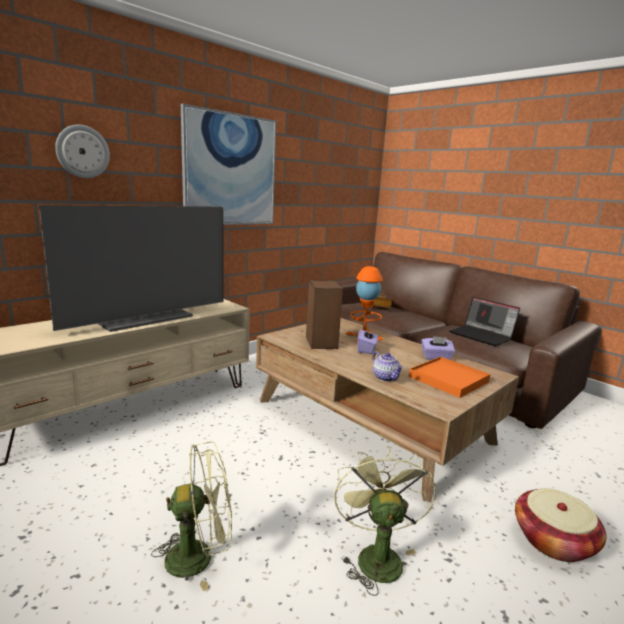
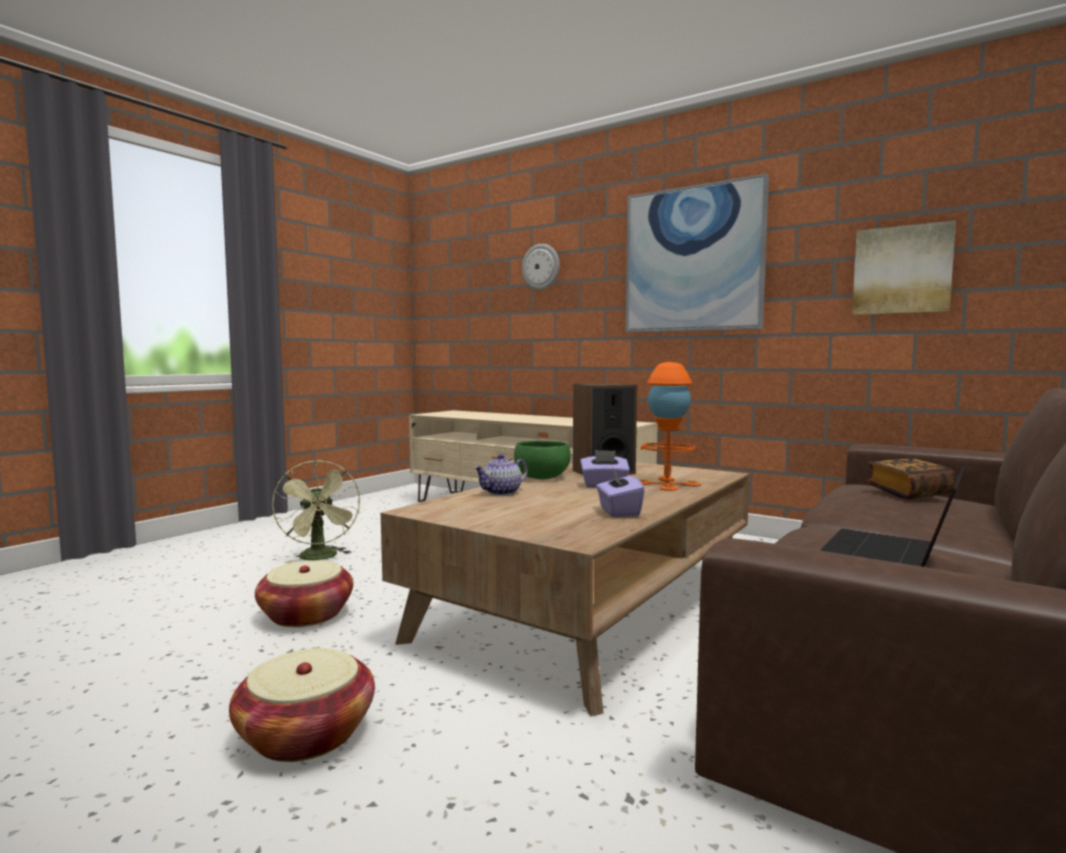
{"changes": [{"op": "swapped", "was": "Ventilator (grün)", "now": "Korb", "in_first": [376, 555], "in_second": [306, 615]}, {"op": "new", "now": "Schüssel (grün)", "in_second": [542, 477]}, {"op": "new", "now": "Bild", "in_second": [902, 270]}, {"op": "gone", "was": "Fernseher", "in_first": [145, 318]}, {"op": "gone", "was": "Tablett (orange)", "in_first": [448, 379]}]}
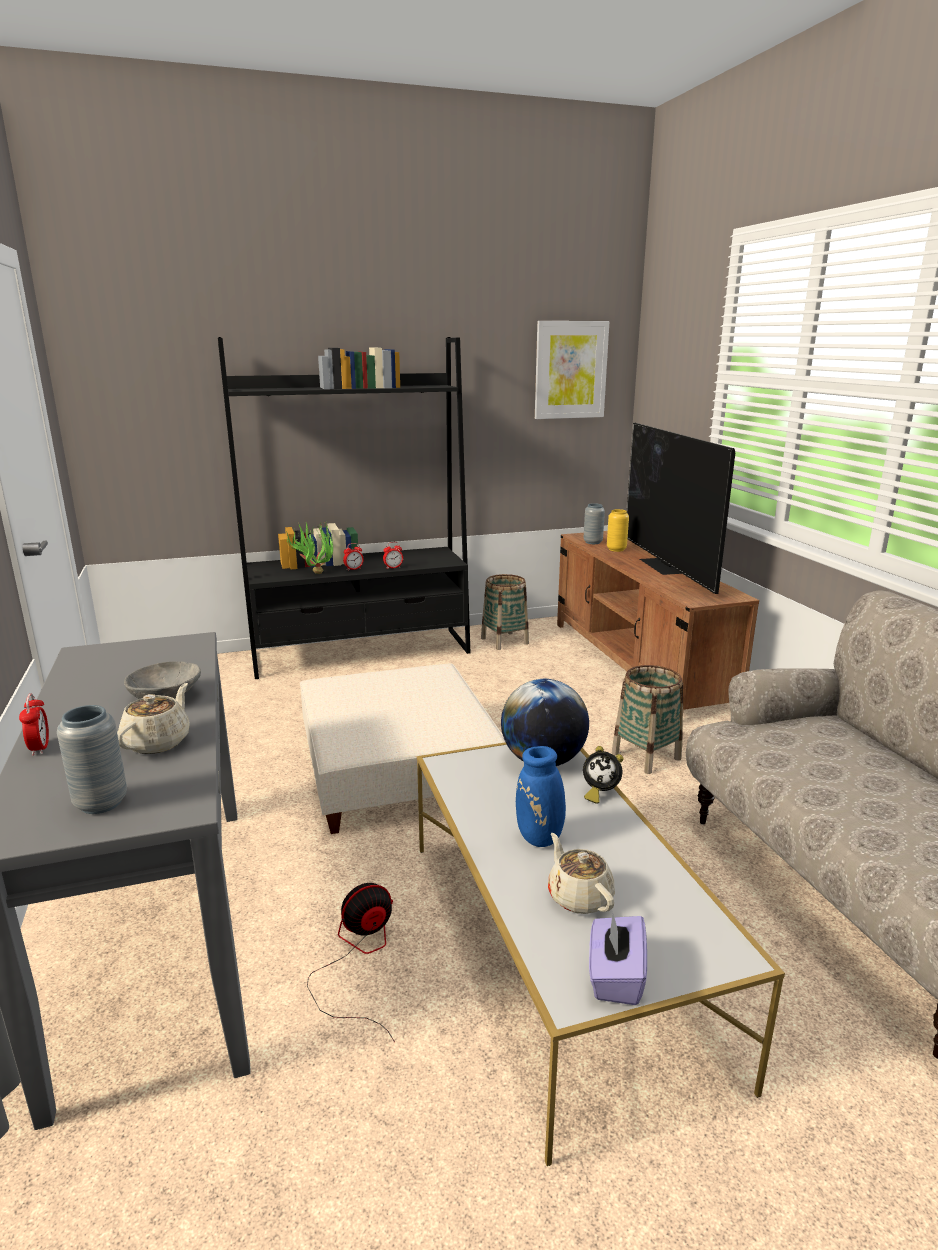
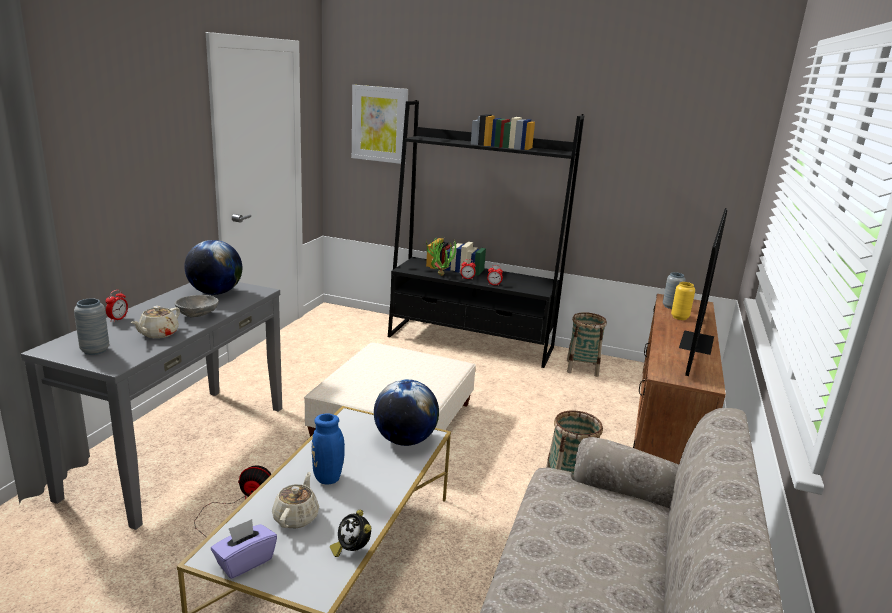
{"changes": [{"op": "rotated", "was": "Teekanne (beige)", "in_first": [158, 742], "in_second": [158, 334], "clockwise": 150}, {"op": "new", "now": "Globus", "in_second": [215, 293]}, {"op": "shifted", "was": "Wecker", "in_first": [599, 793], "in_second": [352, 550]}, {"op": "shifted", "was": "Bild", "in_first": [570, 370], "in_second": [379, 124]}]}
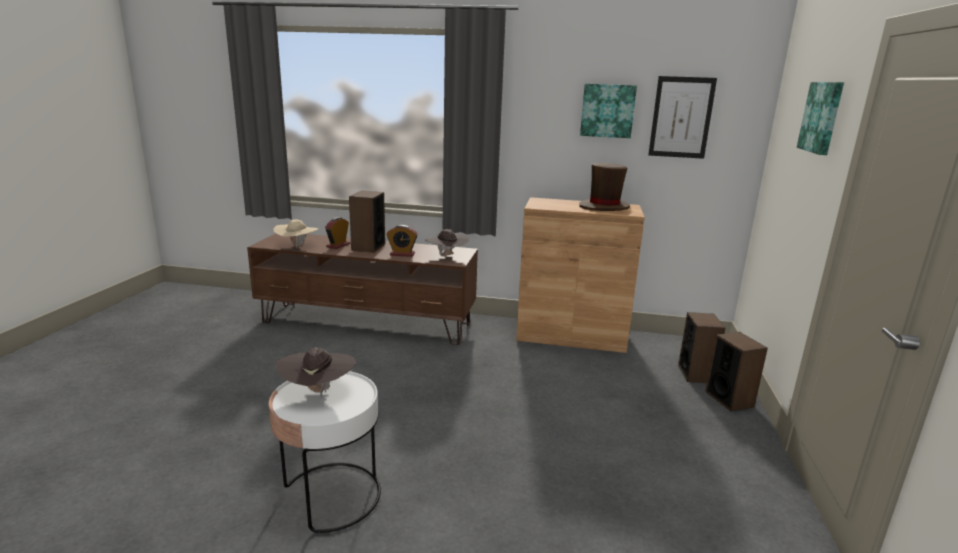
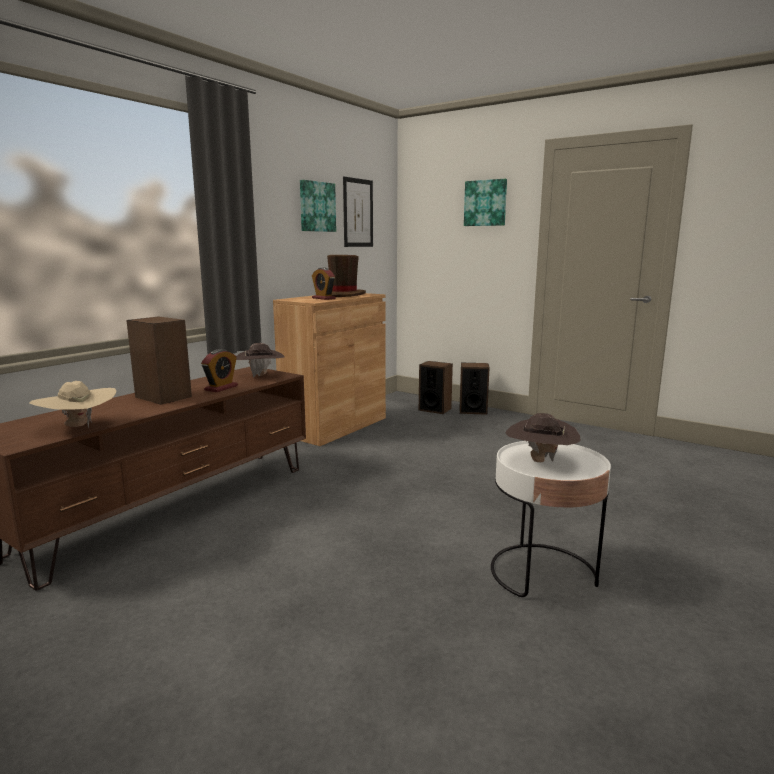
{"changes": [{"op": "shifted", "was": "Wecker", "in_first": [338, 245], "in_second": [323, 298]}]}
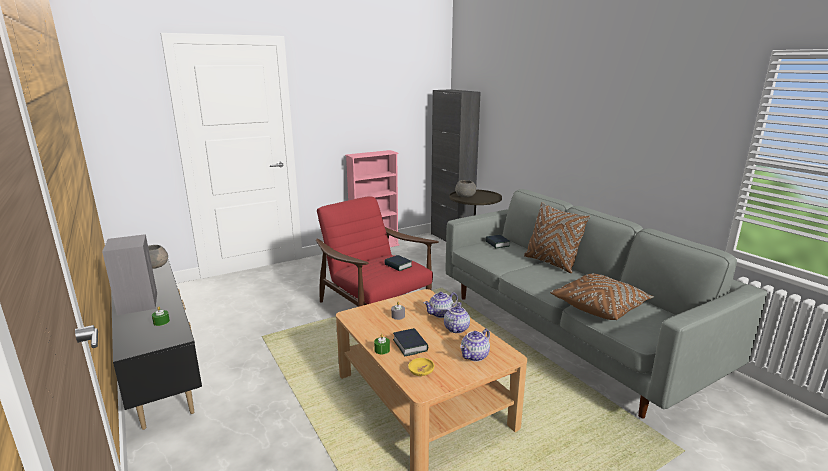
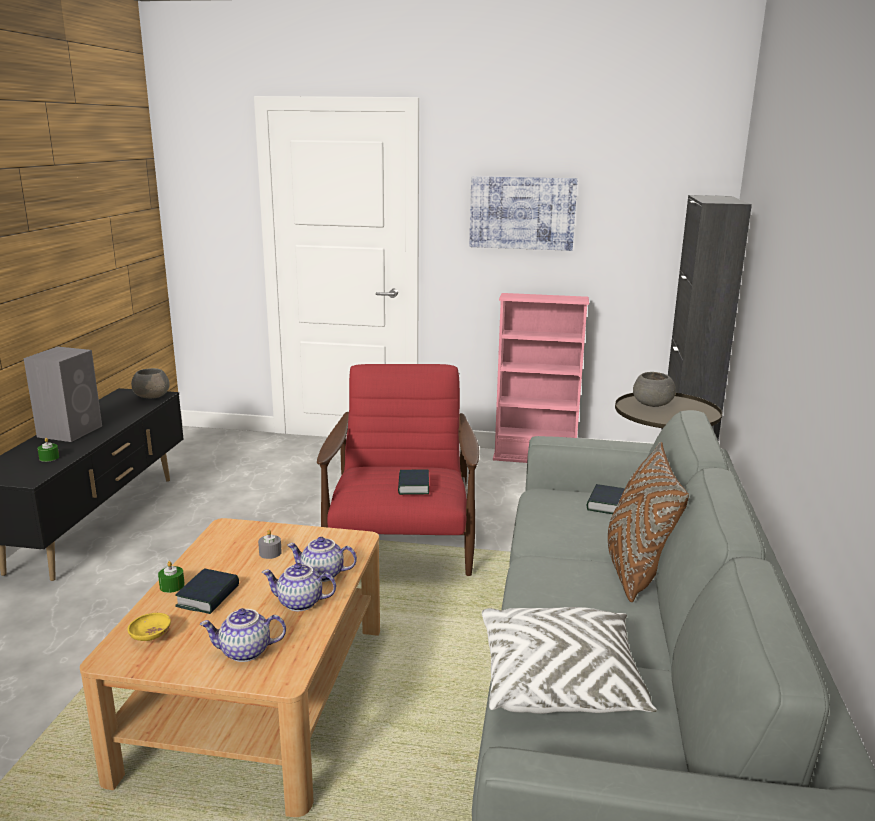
{"changes": [{"op": "rotated", "was": "Teekanne", "in_first": [455, 328], "in_second": [299, 603], "clockwise": -135}, {"op": "new", "now": "Bild", "in_second": [522, 213]}, {"op": "repainted", "was": "Kissen (braun)", "now": "Kissen (weiß)", "in_first": [600, 307], "in_second": [560, 681]}]}
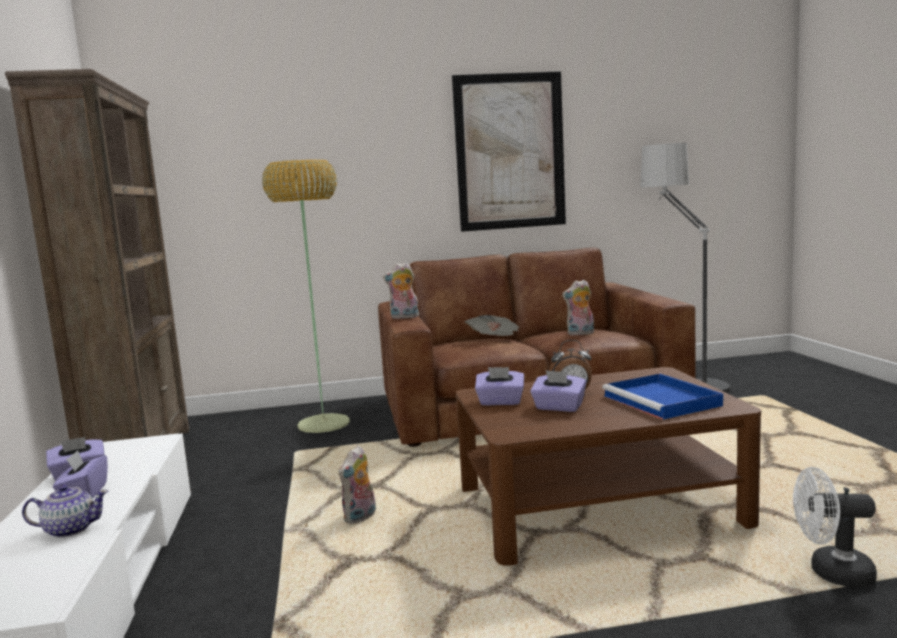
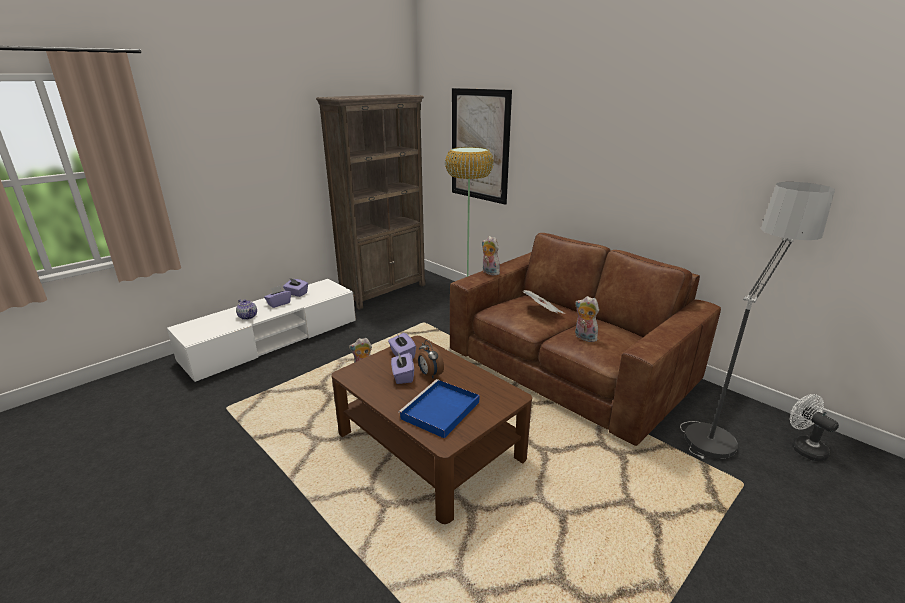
{"changes": [{"op": "shifted", "was": "Bild", "in_first": [510, 152], "in_second": [479, 146]}, {"op": "shifted", "was": "Ventilator (weiß)", "in_first": [831, 573], "in_second": [803, 447]}]}
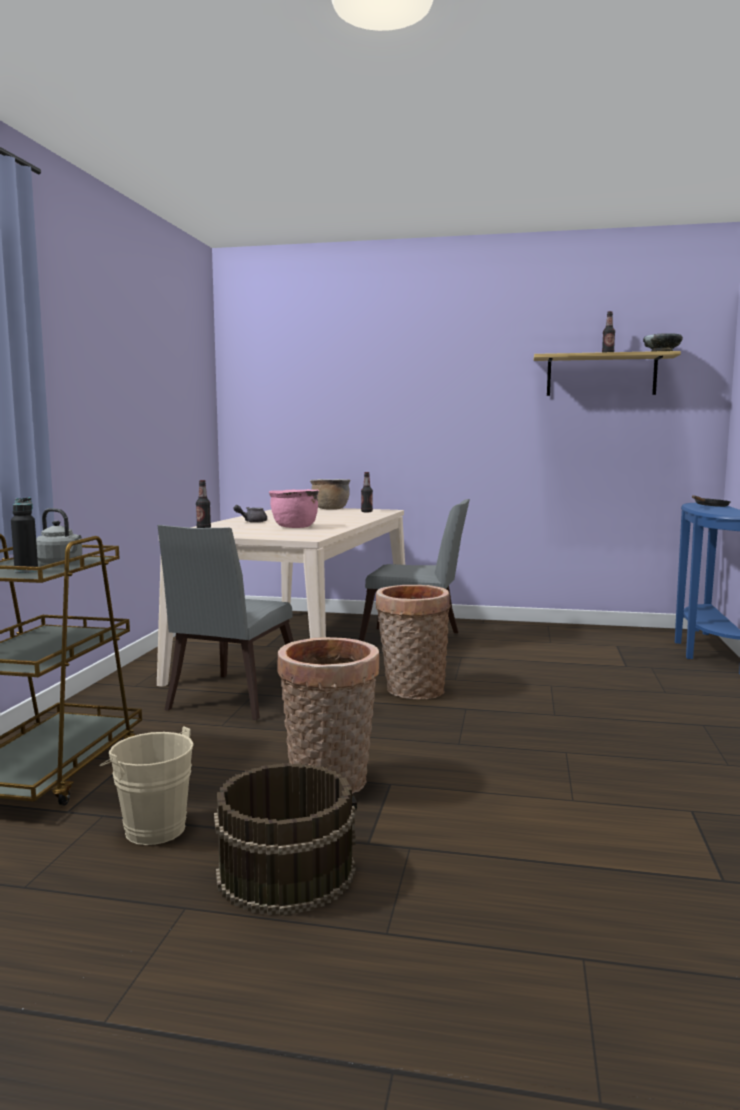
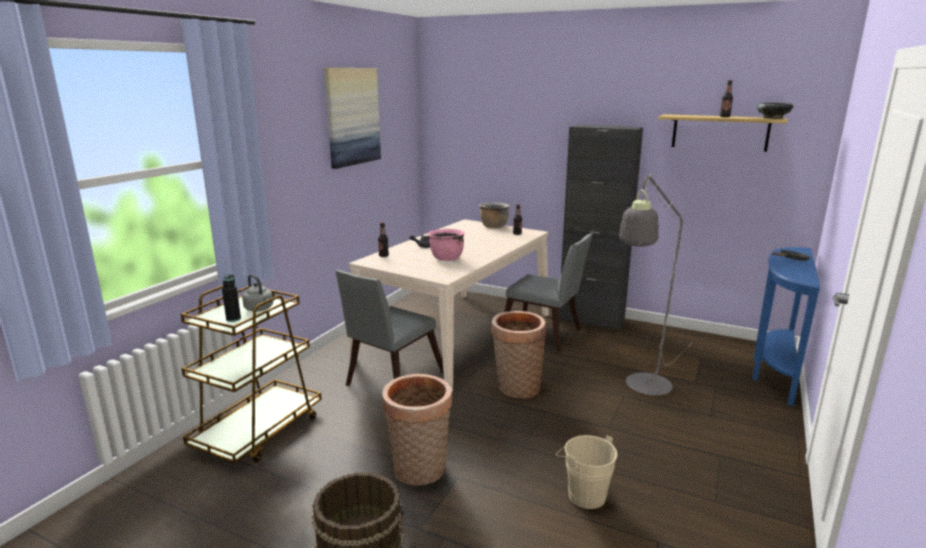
{"changes": [{"op": "new", "now": "Bild", "in_second": [352, 116]}, {"op": "shifted", "was": "Eimer (beige)", "in_first": [151, 827], "in_second": [583, 493]}, {"op": "new", "now": "Schrank (schwarz)", "in_second": [591, 320]}, {"op": "new", "now": "Stehlampe (grau)", "in_second": [644, 389]}]}
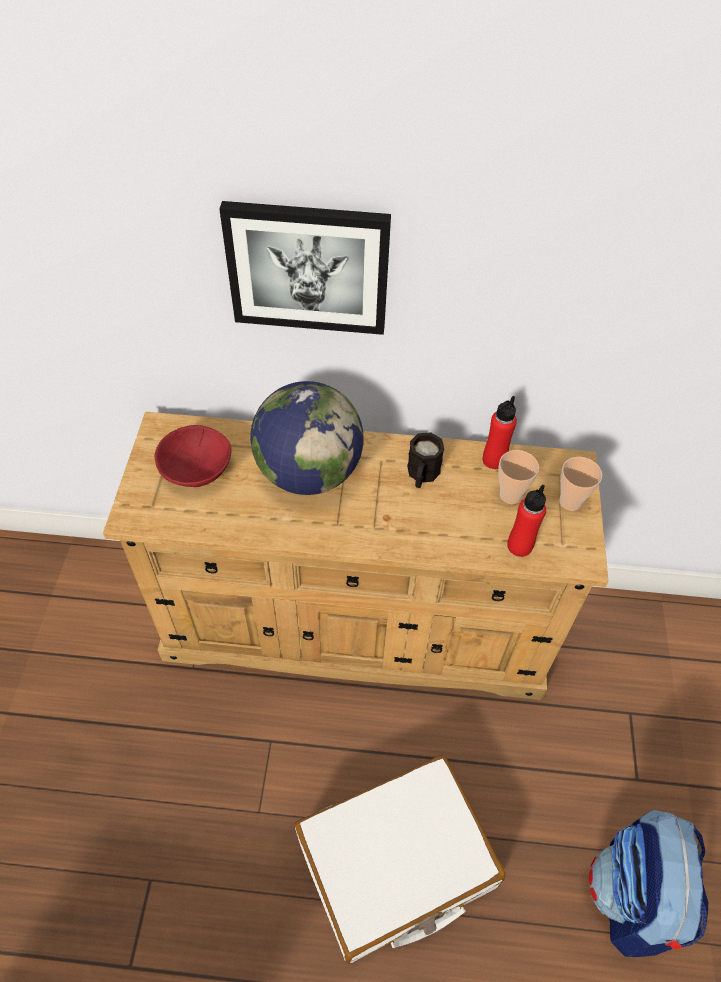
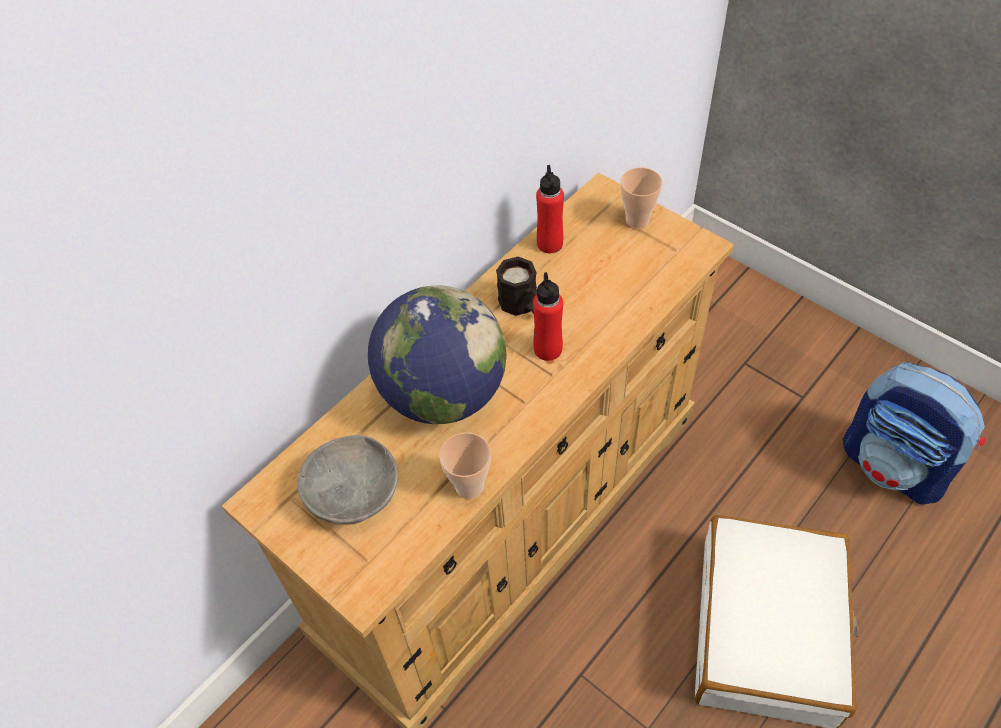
{"changes": [{"op": "repainted", "was": "Schüssel (rot)", "now": "Schüssel (grau)", "in_first": [196, 471], "in_second": [355, 495]}, {"op": "shifted", "was": "Tasse", "in_first": [510, 495], "in_second": [469, 486]}, {"op": "shifted", "was": "Flasche (rot)", "in_first": [519, 546], "in_second": [548, 349]}, {"op": "gone", "was": "Bild", "in_first": [308, 267]}]}
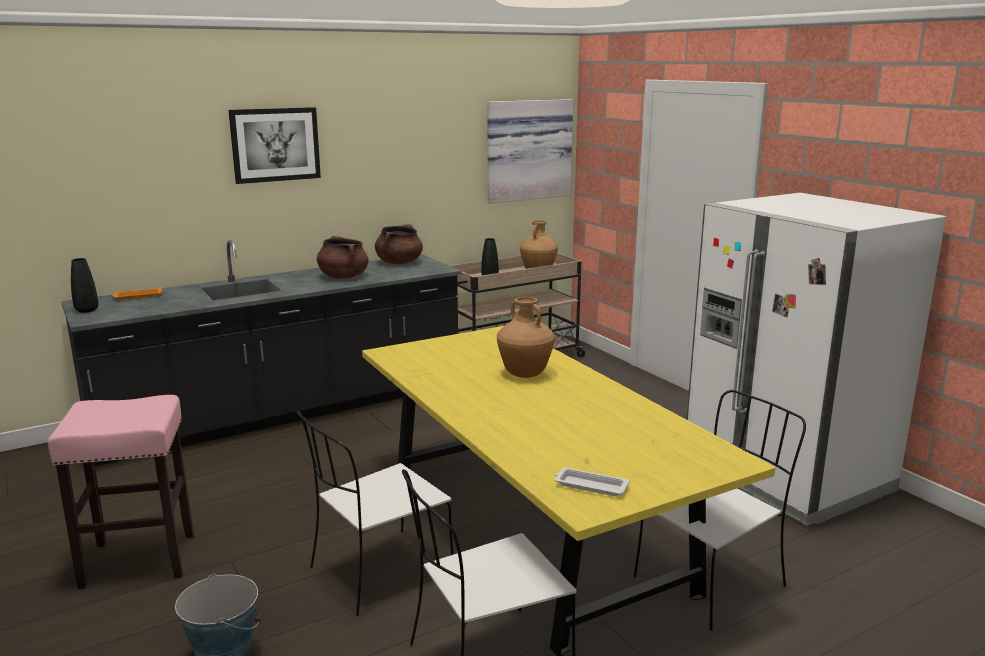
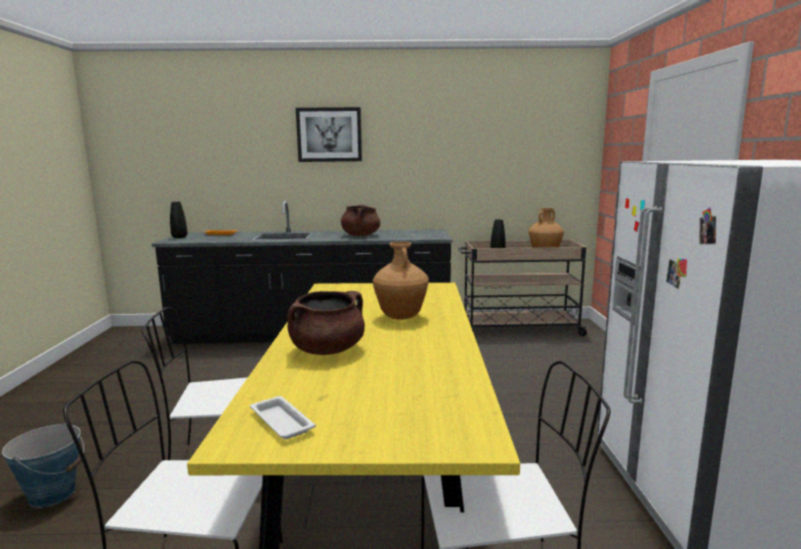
{"changes": [{"op": "shifted", "was": "Kochtopf (braun)", "in_first": [399, 262], "in_second": [327, 350]}, {"op": "gone", "was": "Hocker (rosa)", "in_first": [140, 560]}, {"op": "gone", "was": "Bild", "in_first": [527, 150]}]}
